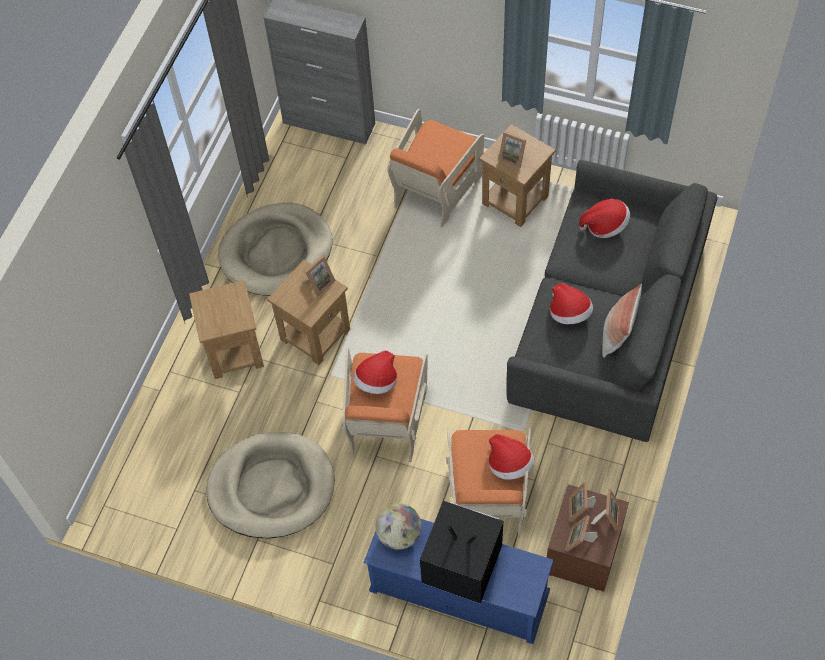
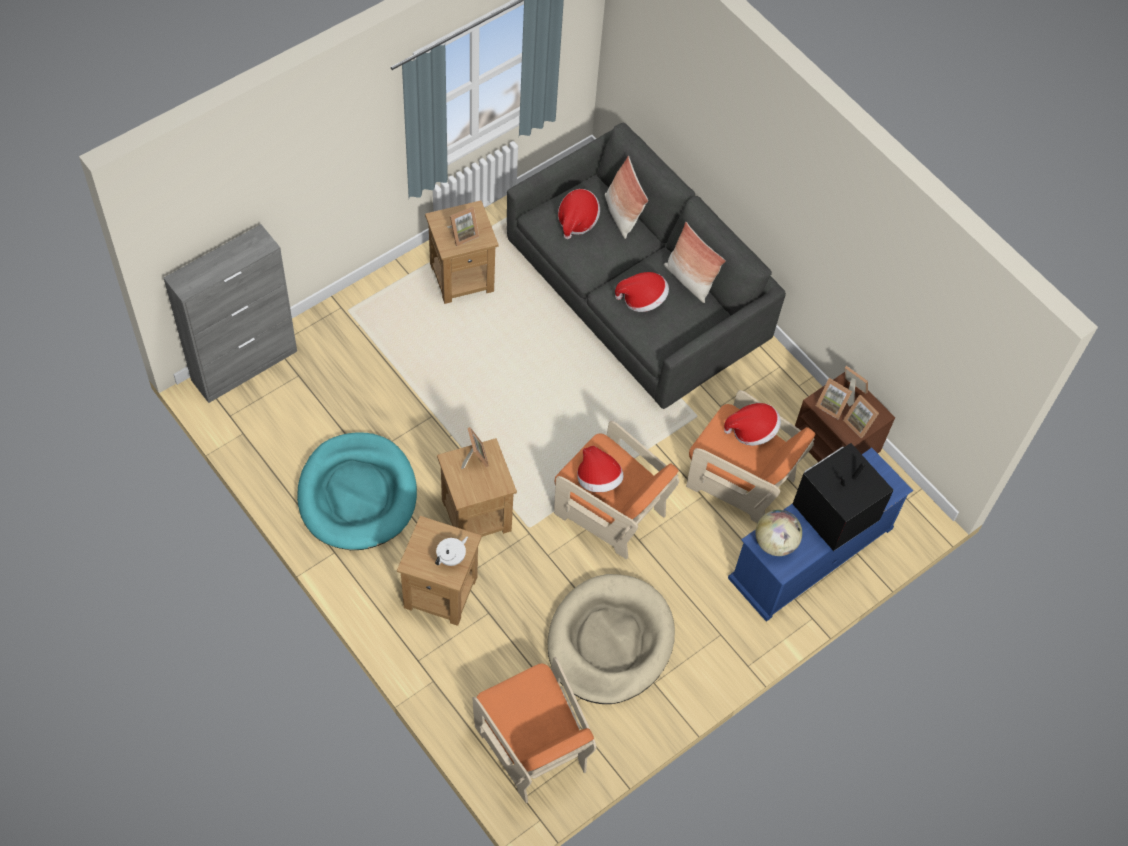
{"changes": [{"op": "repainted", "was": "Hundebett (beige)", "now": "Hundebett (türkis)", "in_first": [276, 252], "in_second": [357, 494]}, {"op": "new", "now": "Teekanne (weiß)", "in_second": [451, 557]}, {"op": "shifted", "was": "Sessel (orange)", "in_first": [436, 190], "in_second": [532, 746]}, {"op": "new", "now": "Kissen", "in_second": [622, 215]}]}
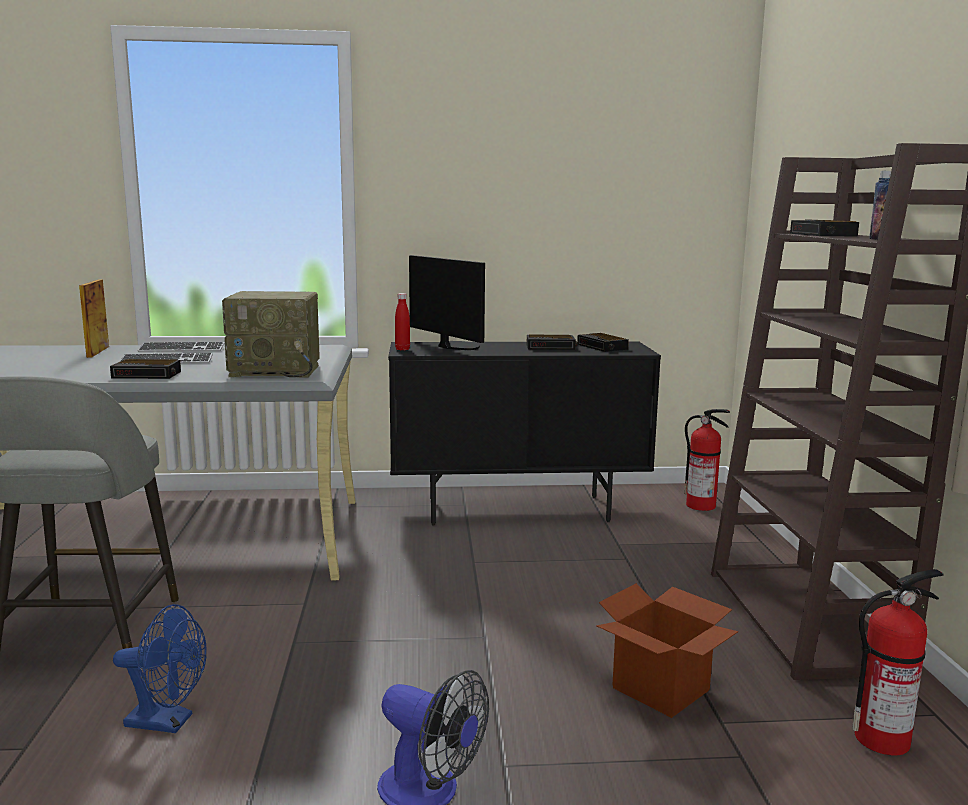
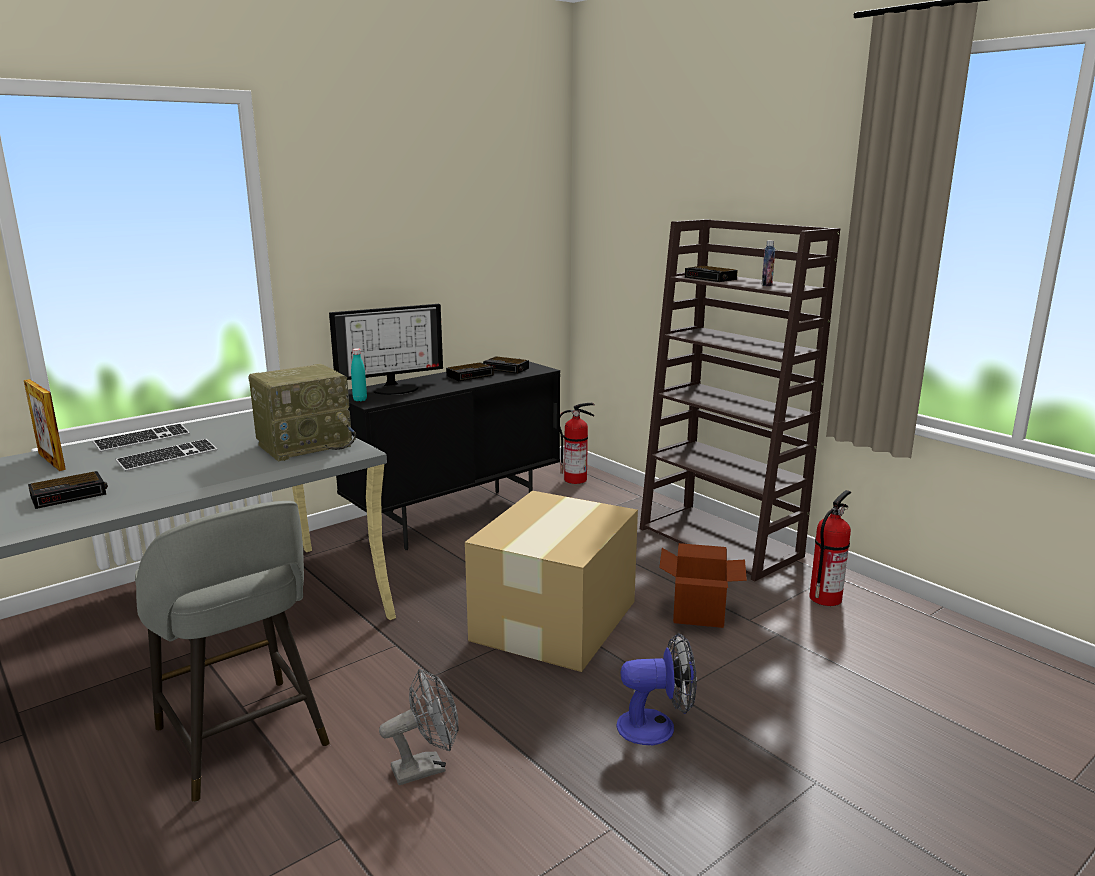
{"changes": [{"op": "shifted", "was": "Wecker", "in_first": [148, 375], "in_second": [70, 495]}, {"op": "rotated", "was": "Monitor", "in_first": [454, 346], "in_second": [395, 388], "clockwise": 135}, {"op": "repainted", "was": "Flasche (rot)", "now": "Flasche (türkis)", "in_first": [402, 349], "in_second": [360, 400]}, {"op": "repainted", "was": "Ventilator (blau)", "now": "Ventilator (grau)", "in_first": [168, 722], "in_second": [426, 767]}, {"op": "new", "now": "Karton", "in_second": [556, 619]}]}
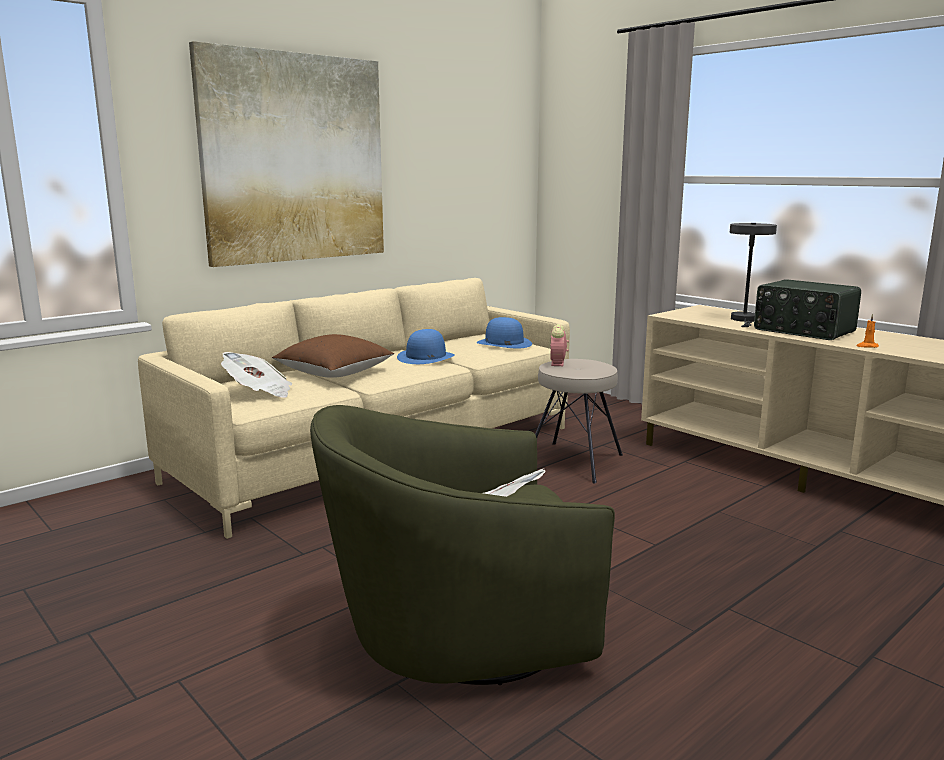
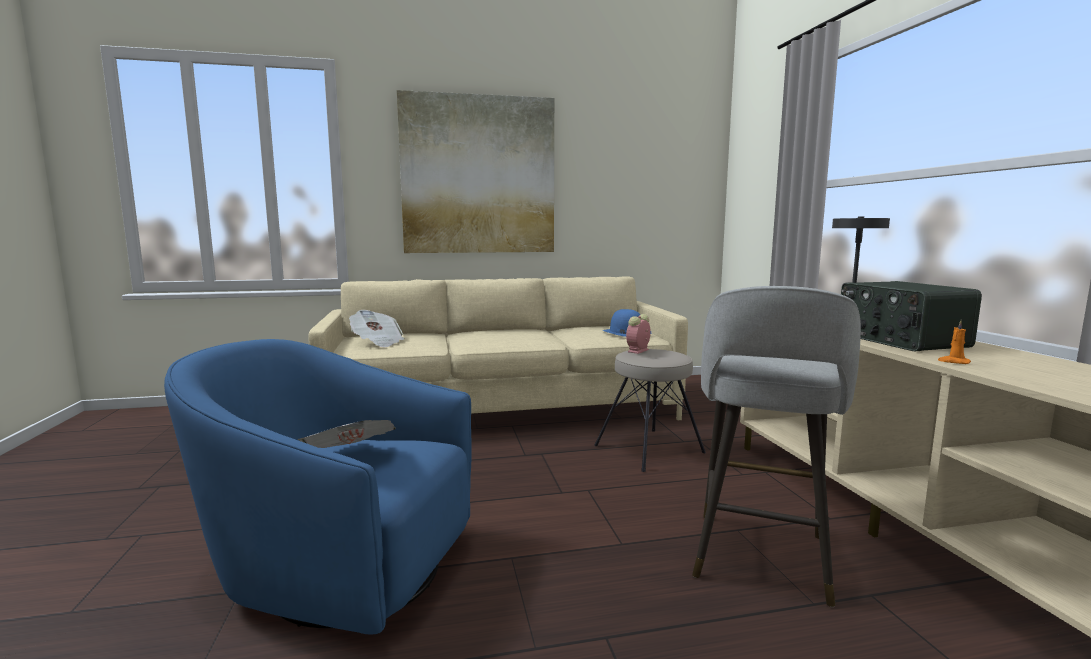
{"changes": [{"op": "repainted", "was": "Sessel (grün)", "now": "Sessel (blau)", "in_first": [460, 635], "in_second": [339, 569]}, {"op": "new", "now": "Hocker (grau)", "in_second": [760, 558]}, {"op": "gone", "was": "Kissen (braun)", "in_first": [334, 374]}, {"op": "gone", "was": "Hut (blau)", "in_first": [426, 357]}]}
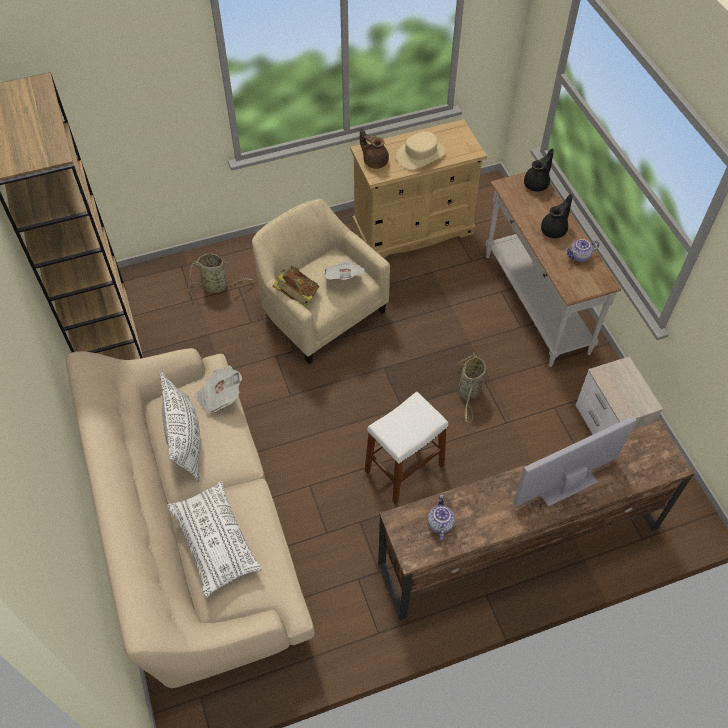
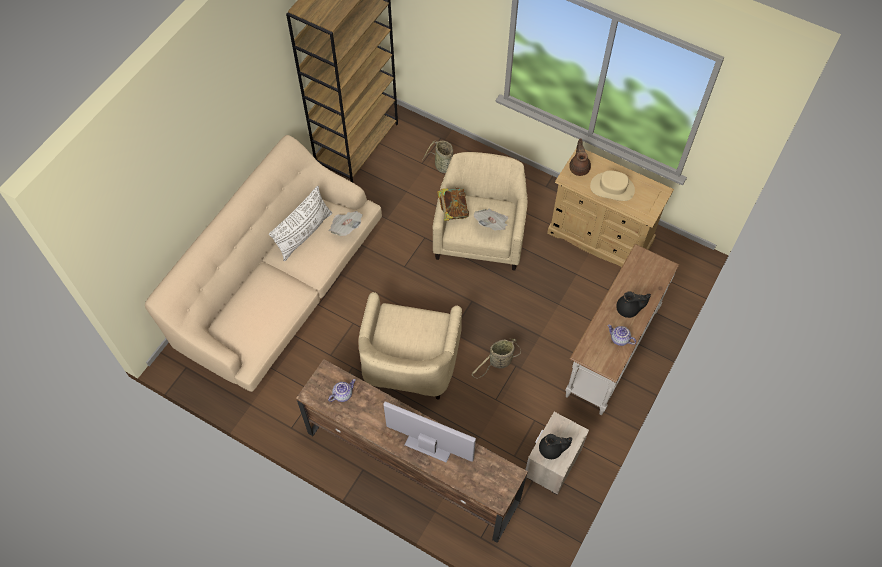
{"changes": [{"op": "swapped", "was": "Hocker (weiß)", "now": "Sessel (beige)", "in_first": [404, 468], "in_second": [409, 365]}, {"op": "shifted", "was": "Teekanne (schwarz)", "in_first": [537, 184], "in_second": [552, 449]}, {"op": "gone", "was": "Kissen (weiß)", "in_first": [215, 543]}]}
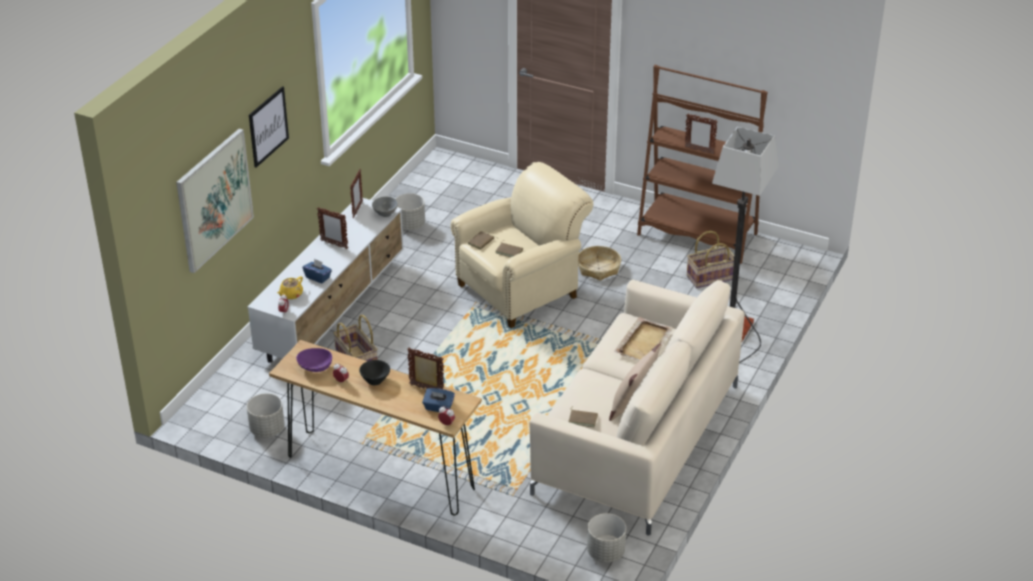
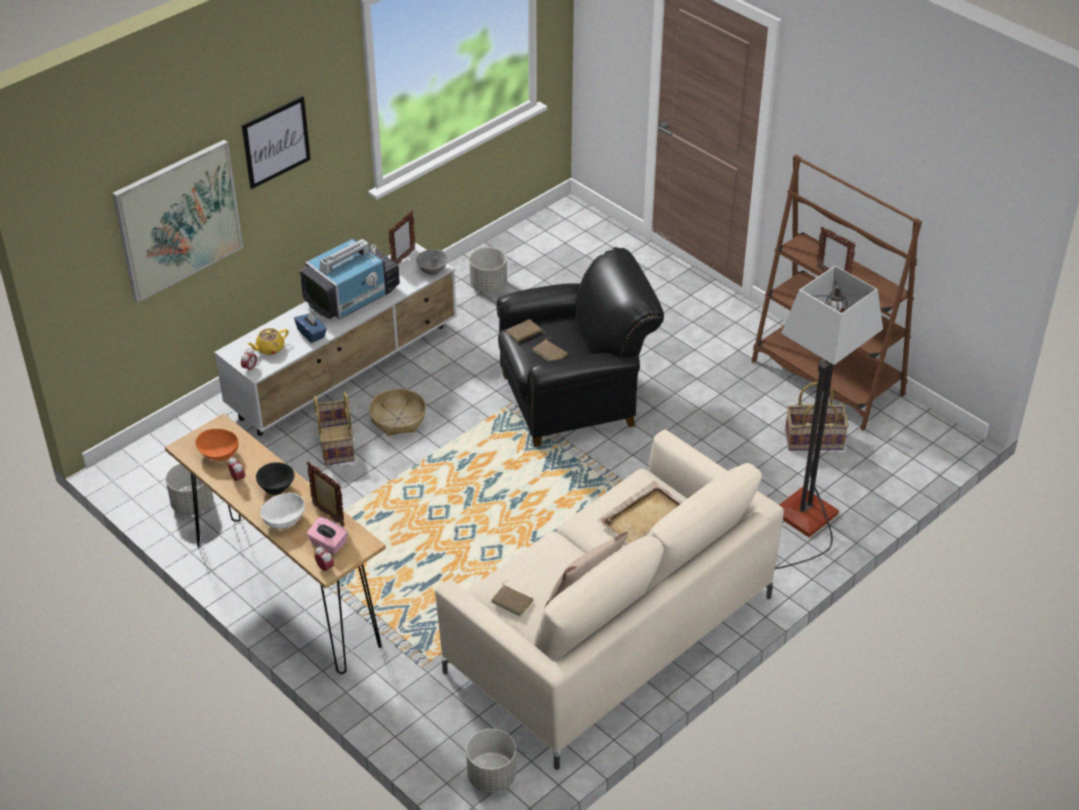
{"changes": [{"op": "repainted", "was": "Schüssel (lila)", "now": "Schüssel (orange)", "in_first": [315, 368], "in_second": [218, 454]}, {"op": "new", "now": "Schüssel (weiß)", "in_second": [284, 520]}, {"op": "swapped", "was": "Bilderrahmen", "now": "Fernseher", "in_first": [334, 244], "in_second": [352, 296]}, {"op": "repainted", "was": "Taschentuchbox (blau)", "now": "Taschentuchbox (rosa)", "in_first": [438, 407], "in_second": [328, 544]}, {"op": "shifted", "was": "Korb", "in_first": [598, 268], "in_second": [398, 418]}, {"op": "repainted", "was": "Sessel (beige)", "now": "Sessel (schwarz)", "in_first": [522, 289], "in_second": [575, 399]}]}
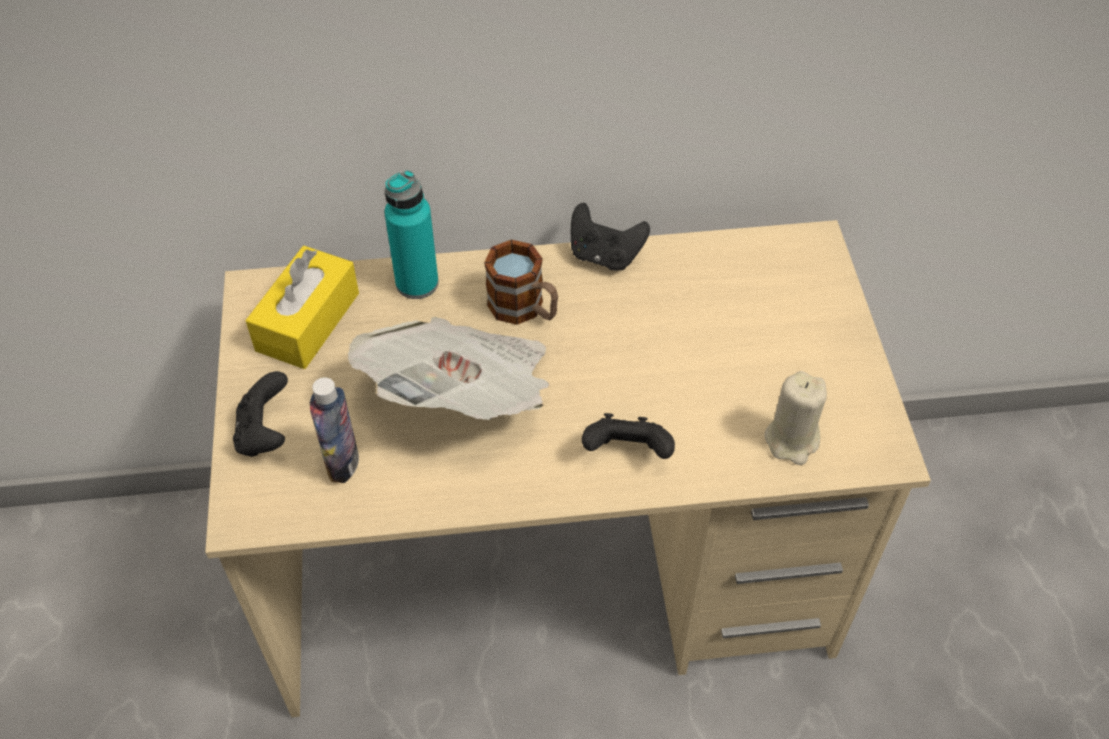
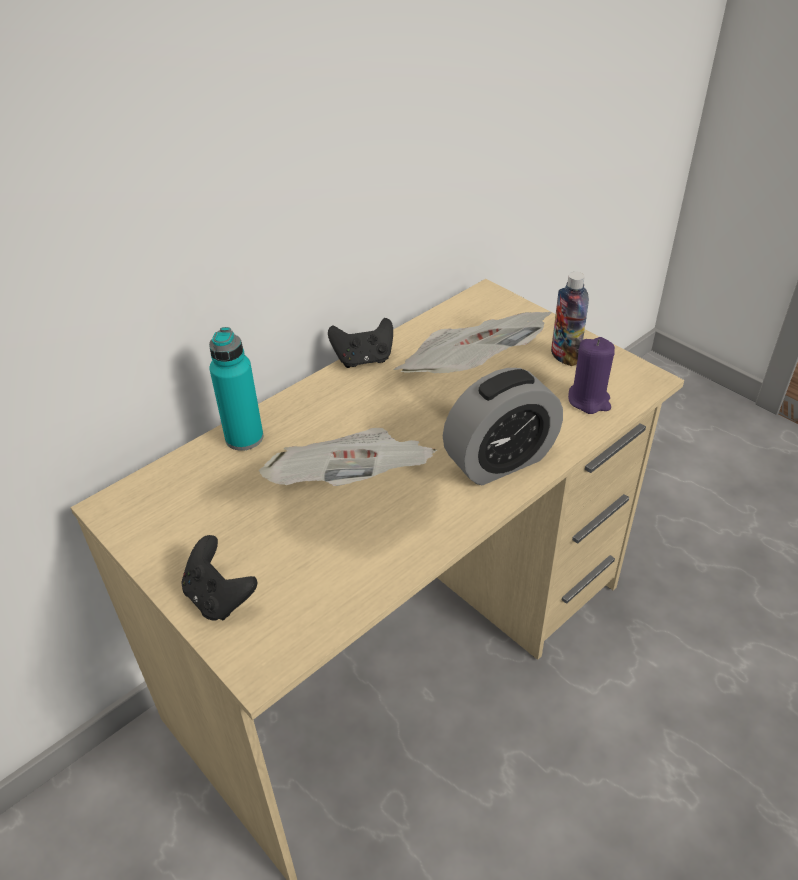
{"changes": [{"op": "new", "now": "Zeitung", "in_second": [468, 374]}, {"op": "swapped", "was": "Gamepad (schwarz)", "now": "Wecker", "in_first": [627, 452], "in_second": [500, 460]}, {"op": "shifted", "was": "Flasche", "in_first": [343, 463], "in_second": [565, 356]}, {"op": "repainted", "was": "Kerze (beige)", "now": "Kerze (lila)", "in_first": [792, 440], "in_second": [589, 400]}, {"op": "gone", "was": "Taschentuchbox (gelb)", "in_first": [308, 321]}, {"op": "gone", "was": "Henkelbecher", "in_first": [524, 309]}]}
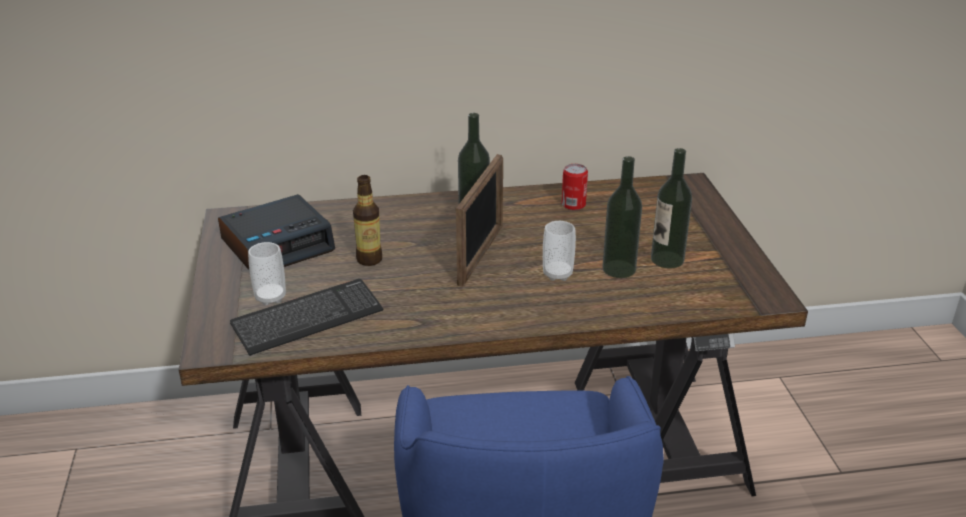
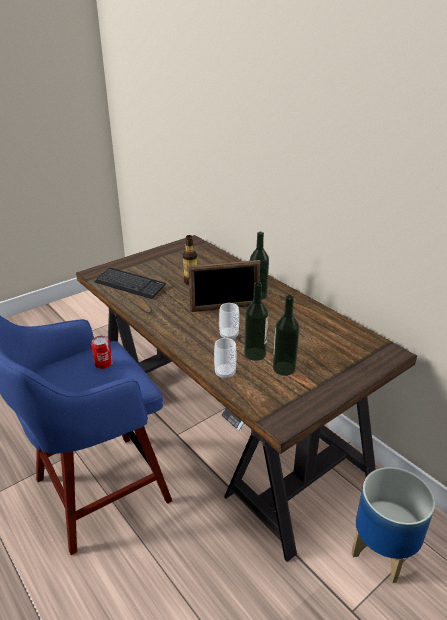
{"changes": [{"op": "shifted", "was": "Dose", "in_first": [573, 205], "in_second": [103, 364]}, {"op": "shifted", "was": "Tasse", "in_first": [270, 297], "in_second": [225, 373]}, {"op": "new", "now": "Pflanzkübel", "in_second": [383, 552]}, {"op": "gone", "was": "Wecker", "in_first": [278, 244]}]}
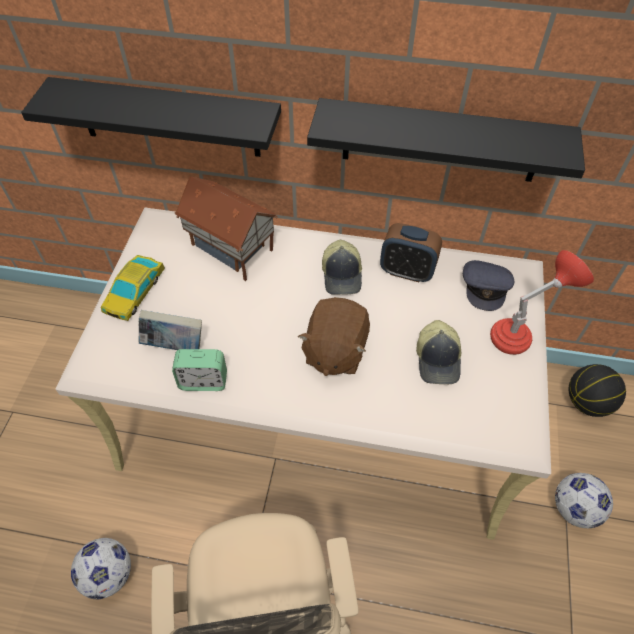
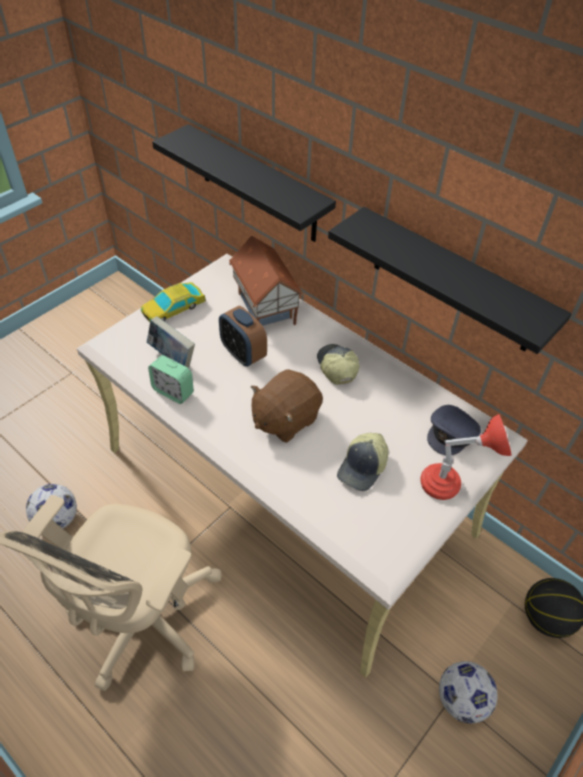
{"changes": [{"op": "shifted", "was": "Wecker", "in_first": [407, 271], "in_second": [243, 354]}, {"op": "rotated", "was": "Kappe", "in_first": [342, 275], "in_second": [336, 367], "clockwise": 135}]}
